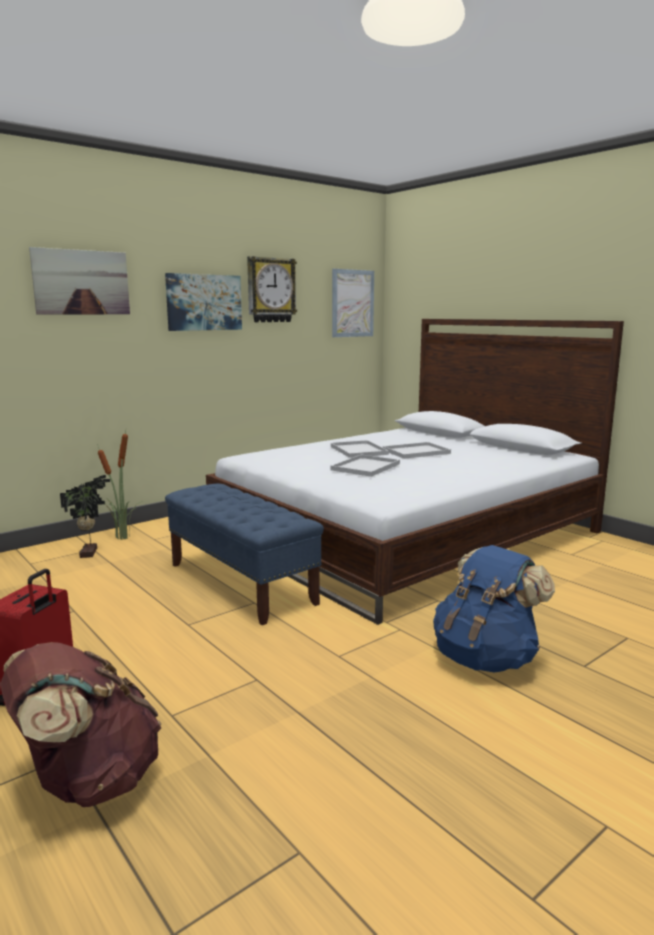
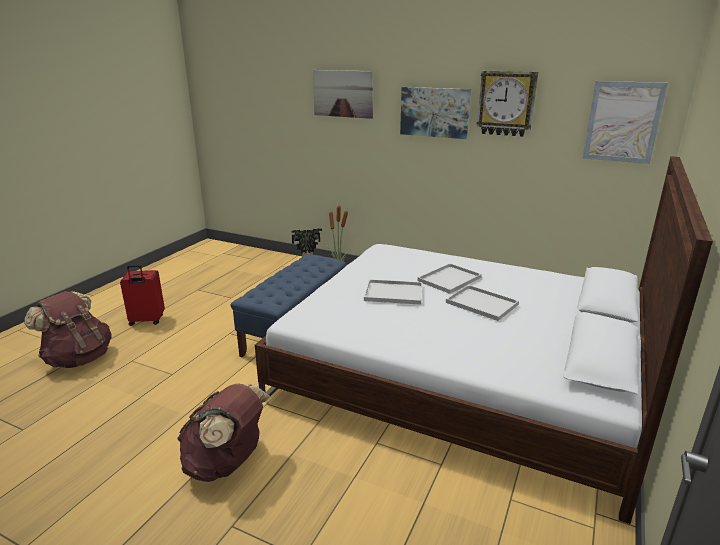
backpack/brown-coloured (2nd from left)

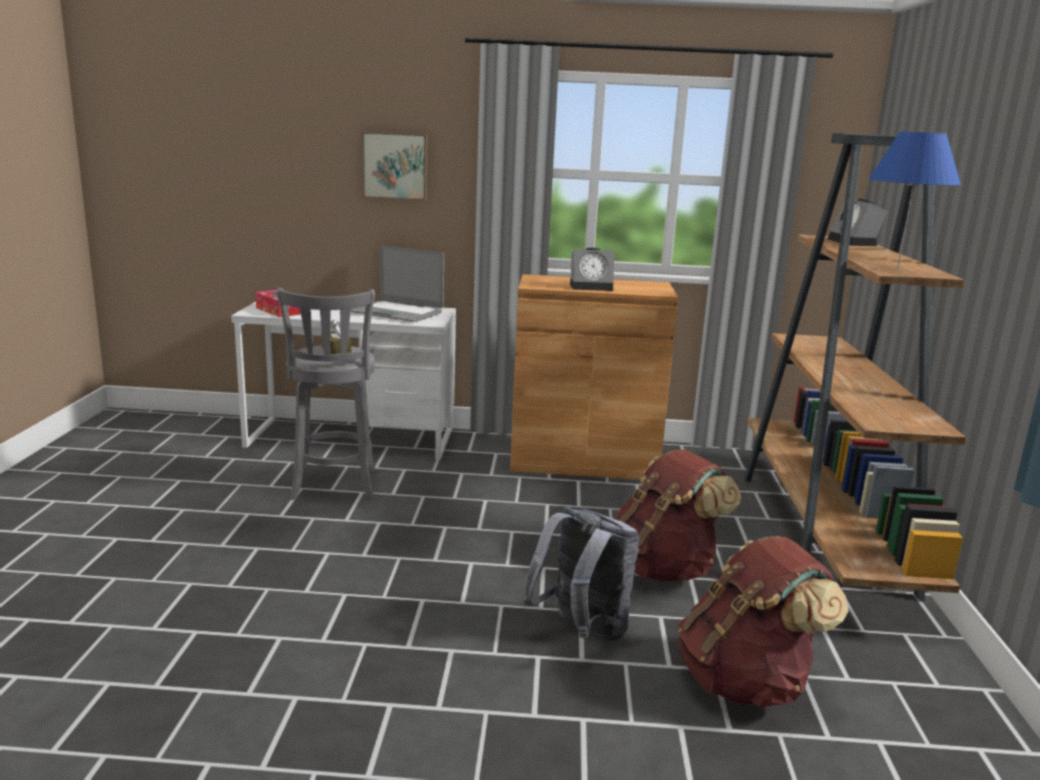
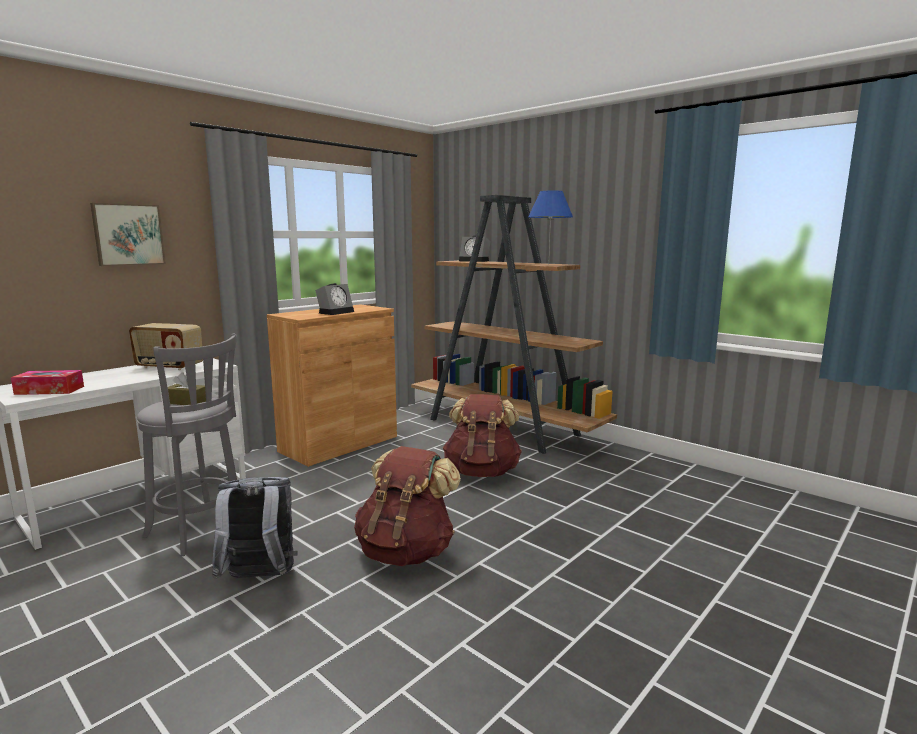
radio receiver; backpack/grey; backpack/brown-coloured (1st from left)

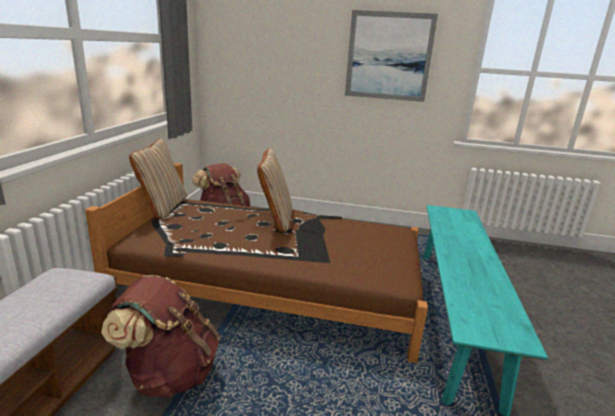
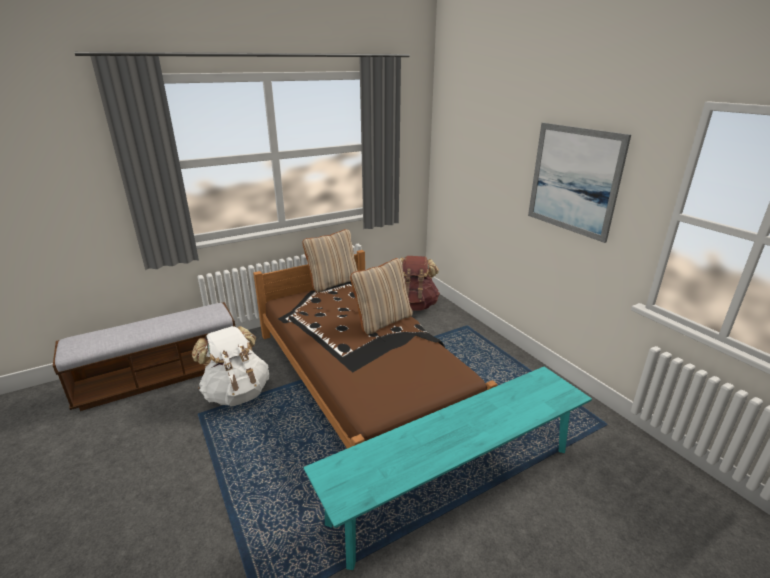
backpack/white

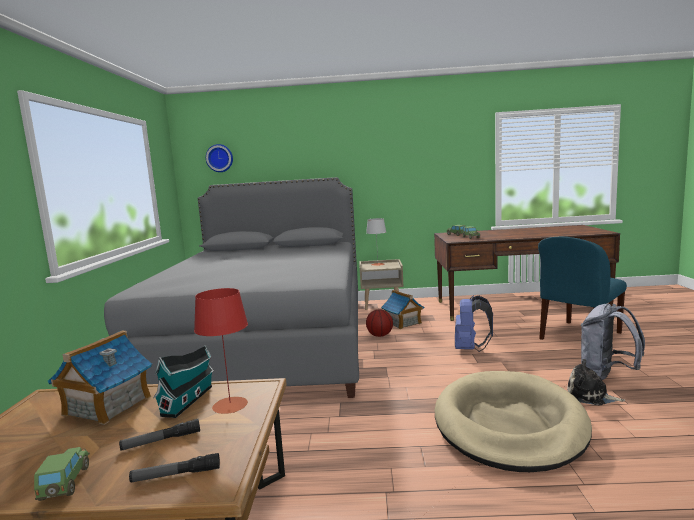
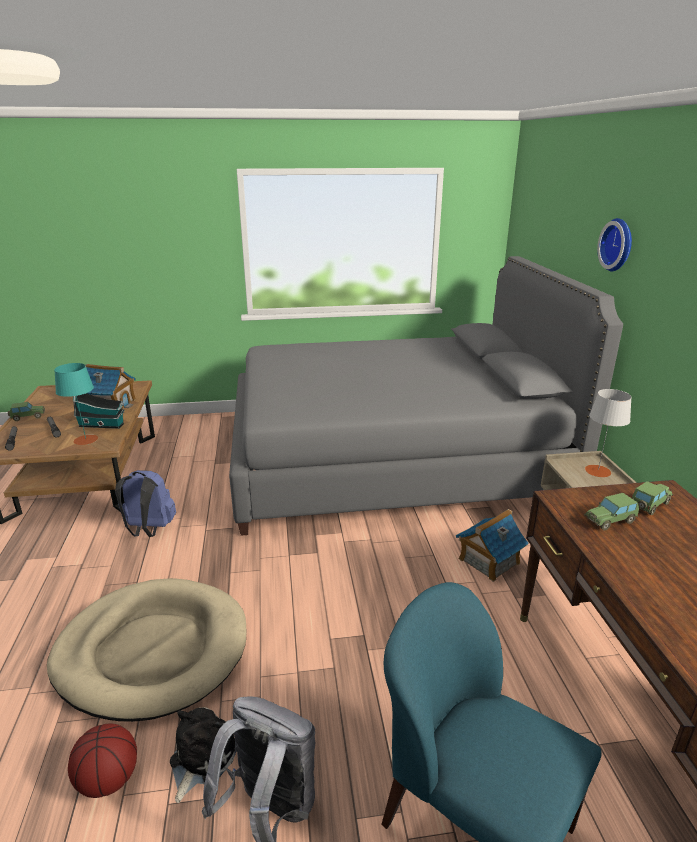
clock on the wall; tabletop lamp/blue-green; backpack/blue-coloured; basketball

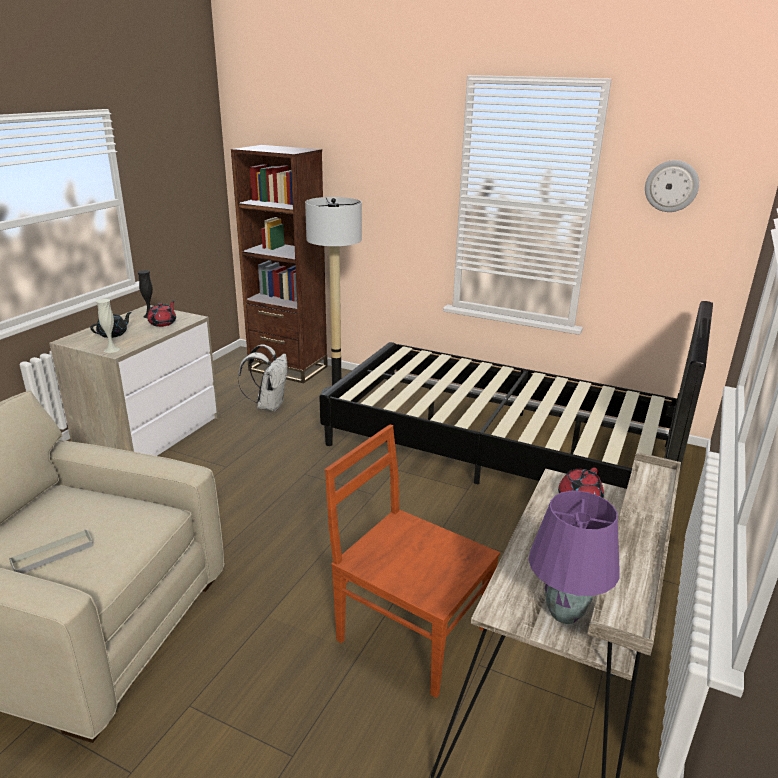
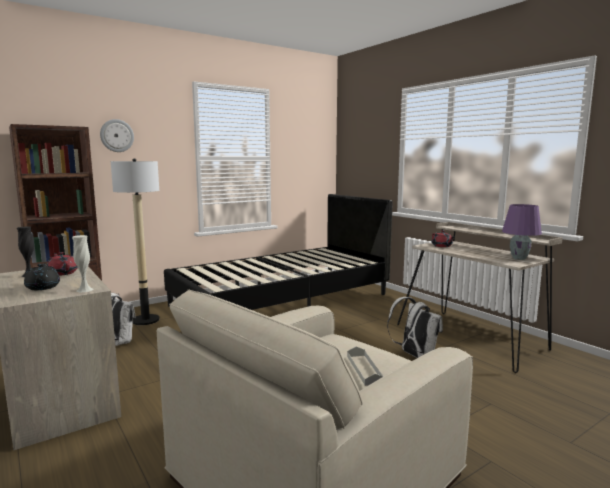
clock on the wall; backpack/white (2nd from left)

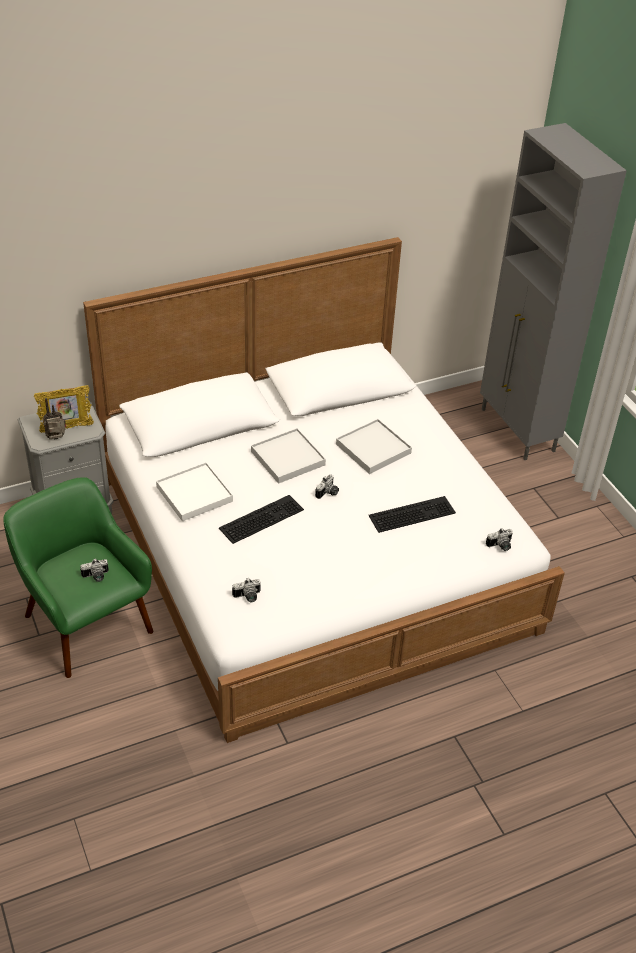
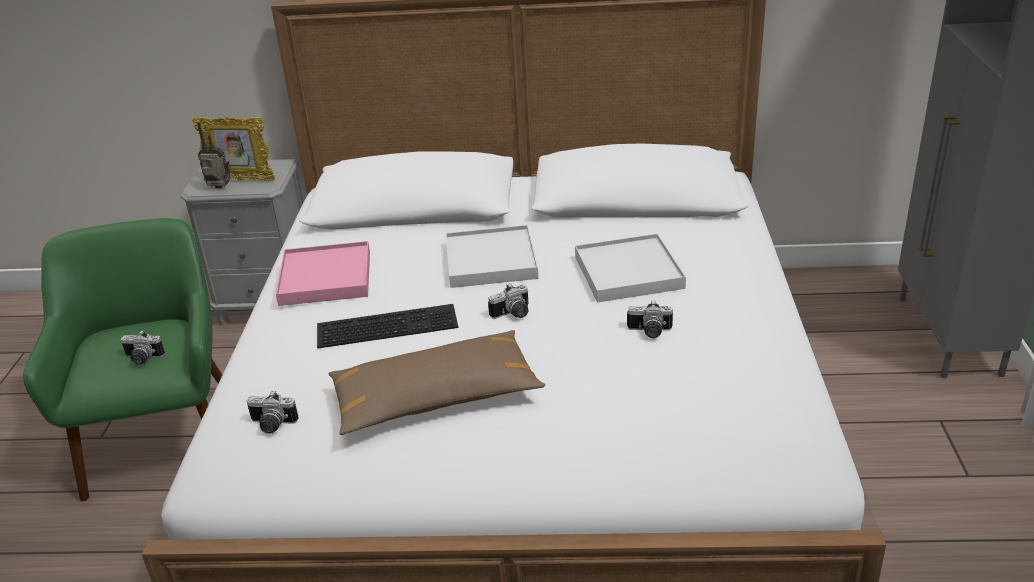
tray/pink; keyboard (2nd from left in the first image); still camera (4th from left); pillow/brown-coloured

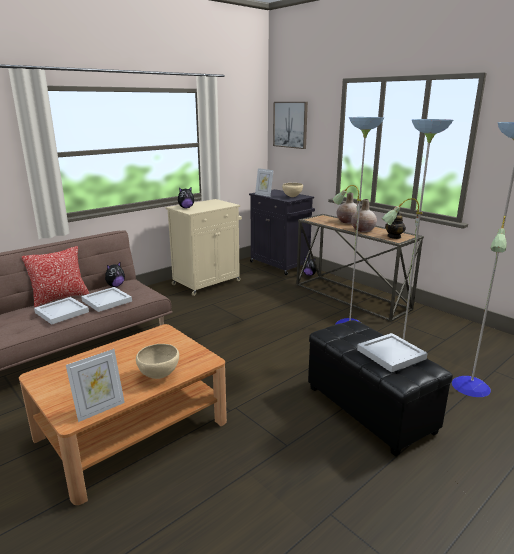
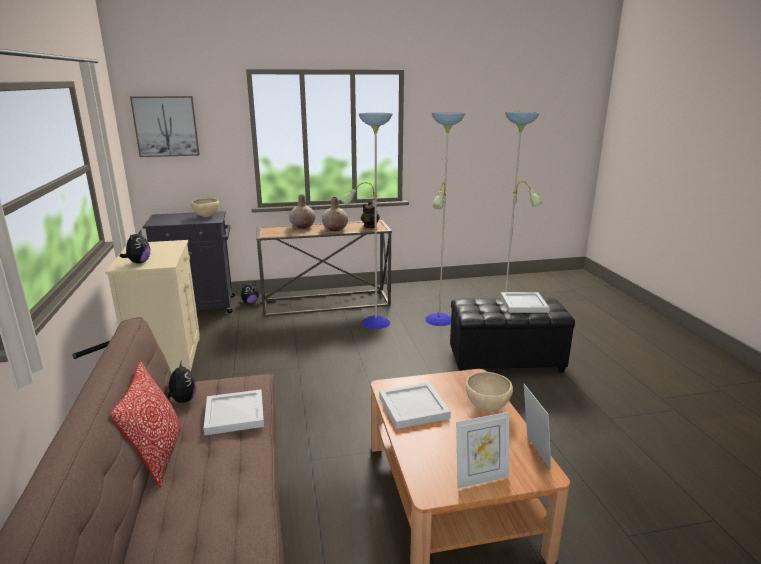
picture frame (1st from left); tray/white (2nd from left)

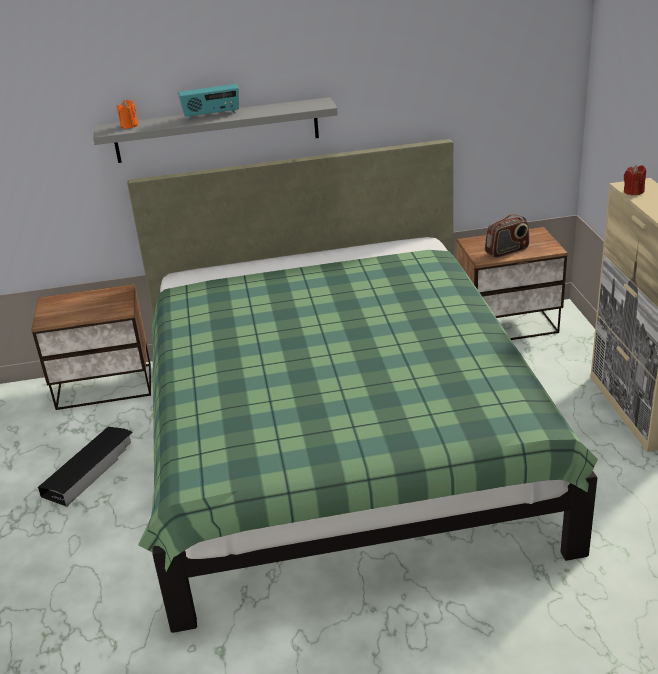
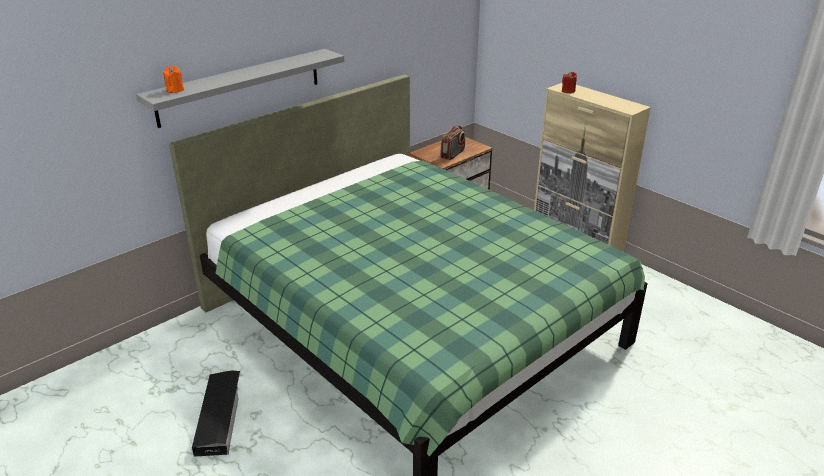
radio receiver (1st from left in the first image); bedside table (1st from left in the first image)

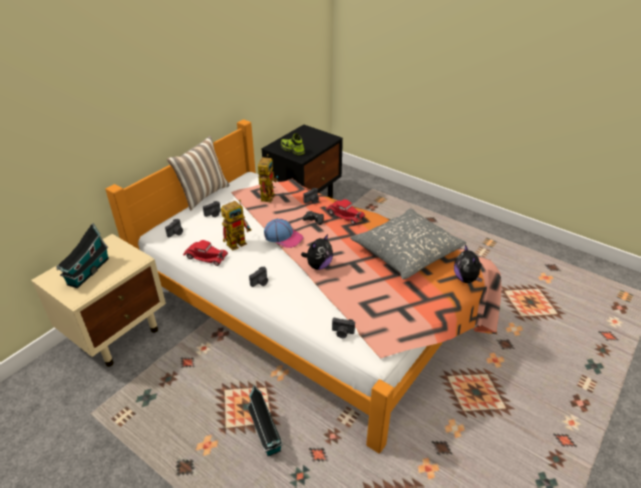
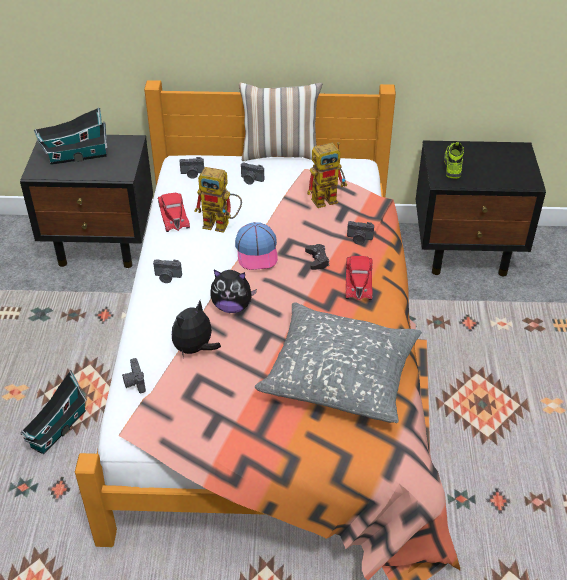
bedside table/blackish (1st from left); plush toy (1st from left)

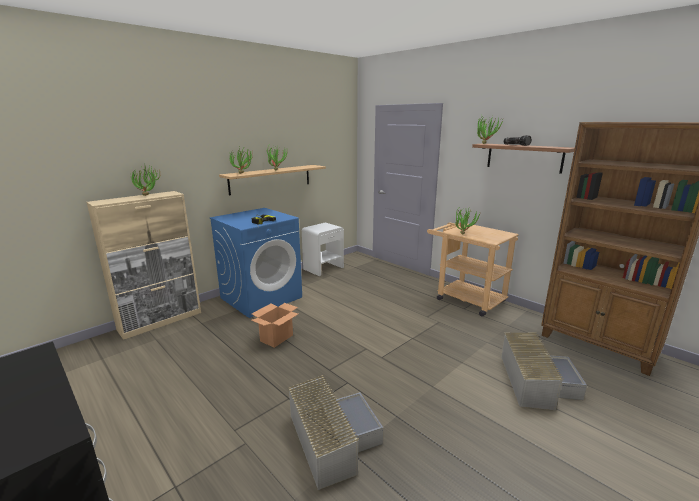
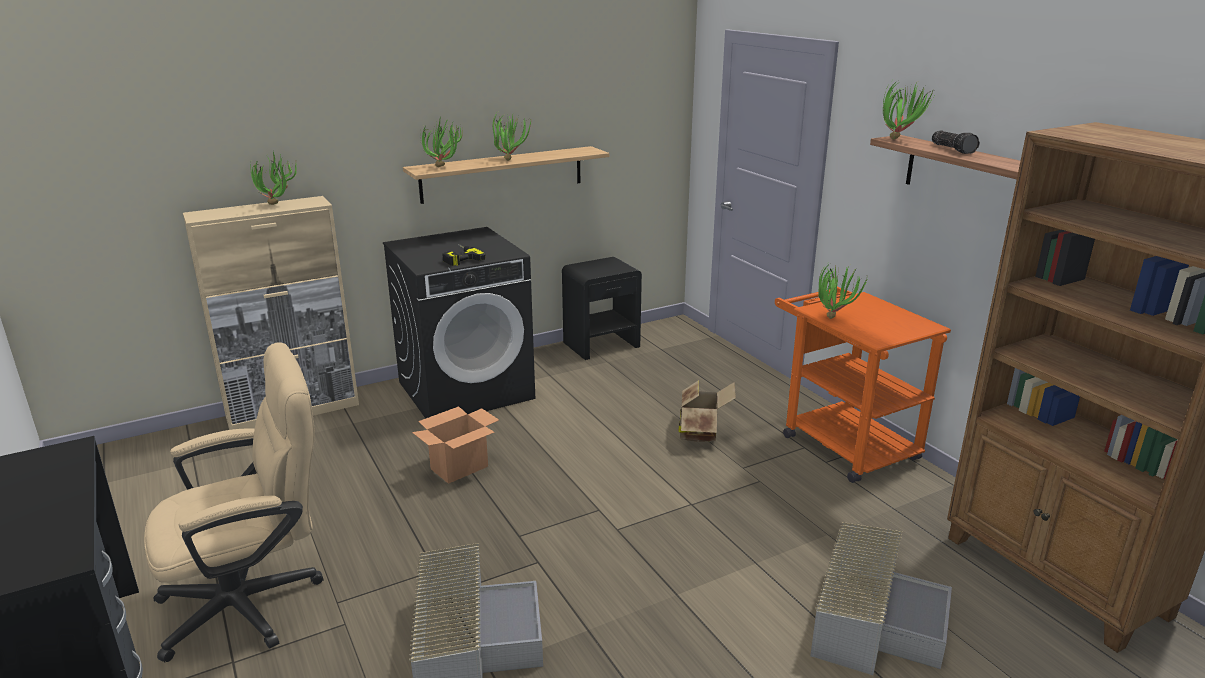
washing machine/blackish; wheeled cart/orange-coloured; bedside table/blackish; computer chair/beige; packing box (2nd from left)

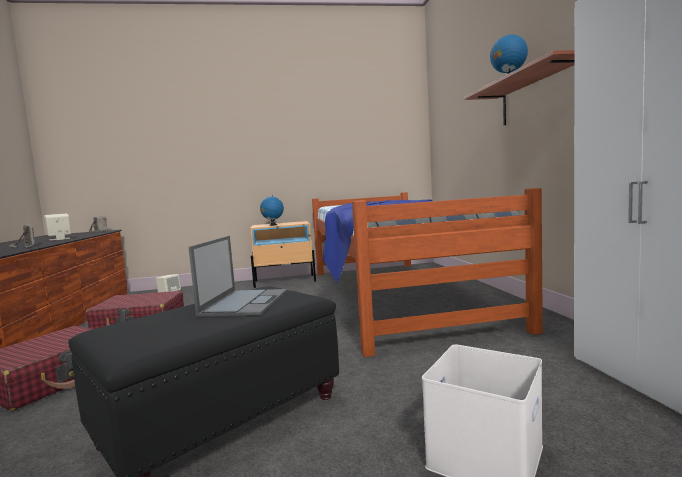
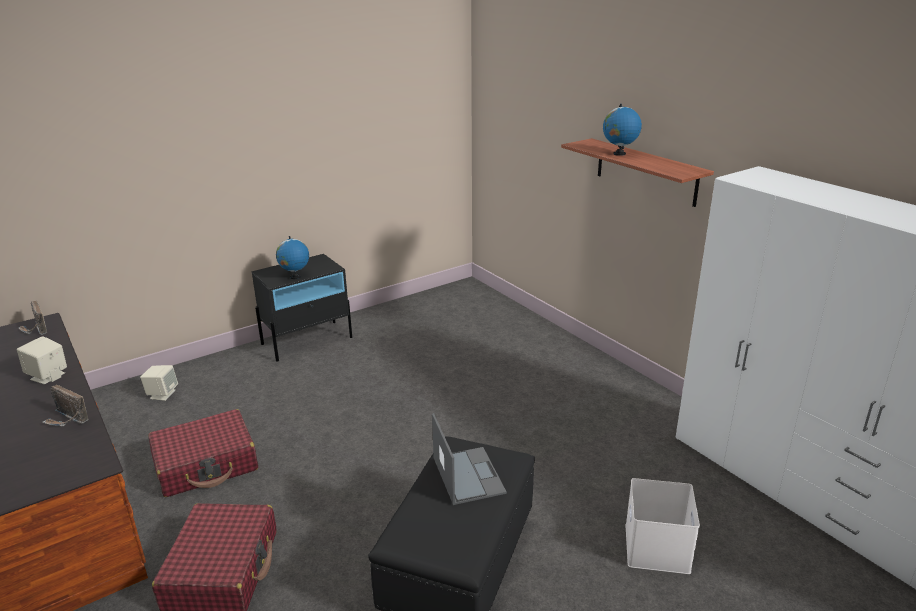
bed; bedside table/blackish

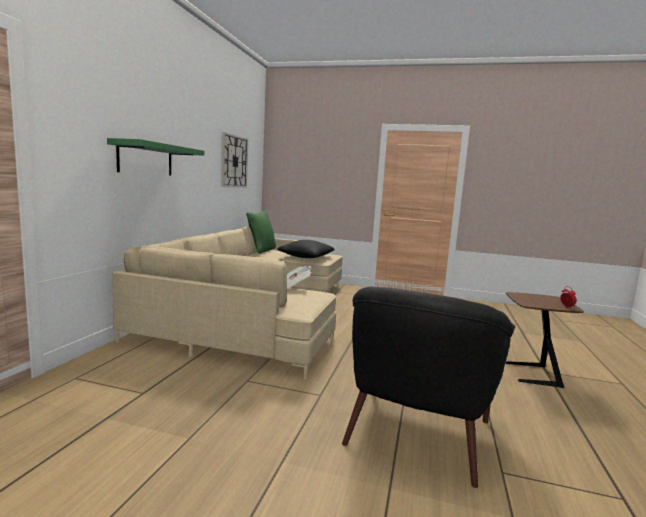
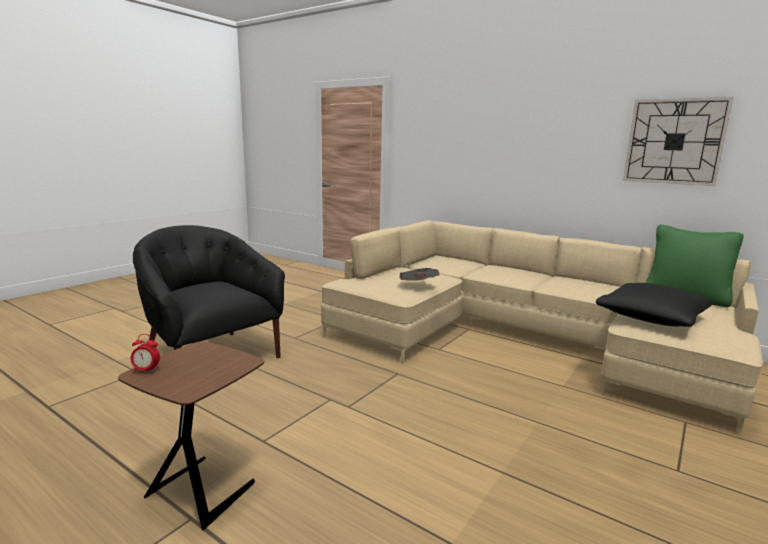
shelf/green

